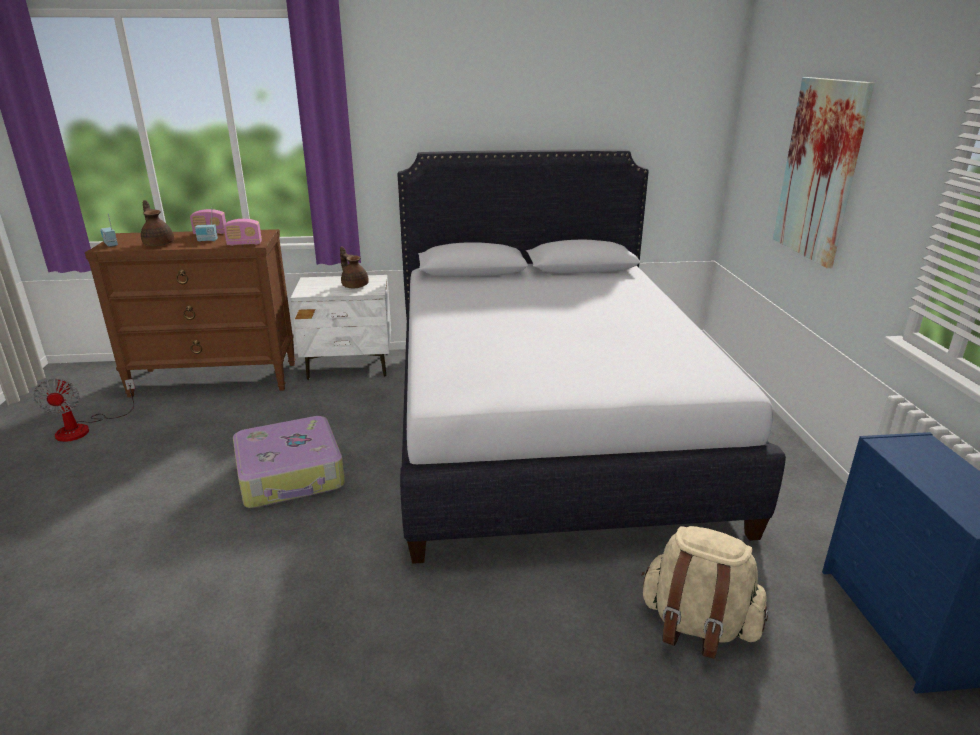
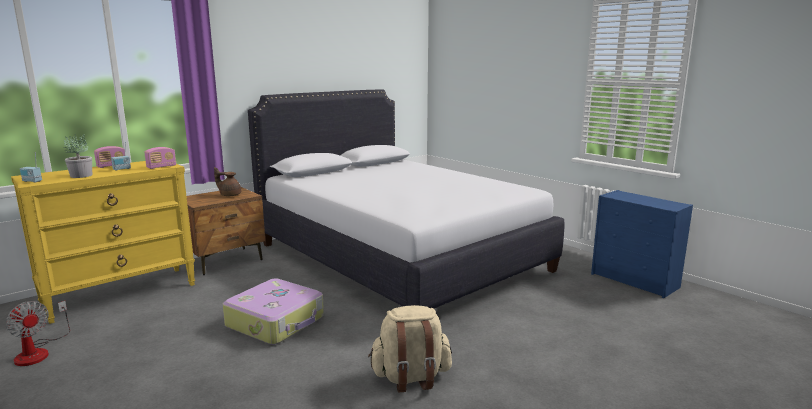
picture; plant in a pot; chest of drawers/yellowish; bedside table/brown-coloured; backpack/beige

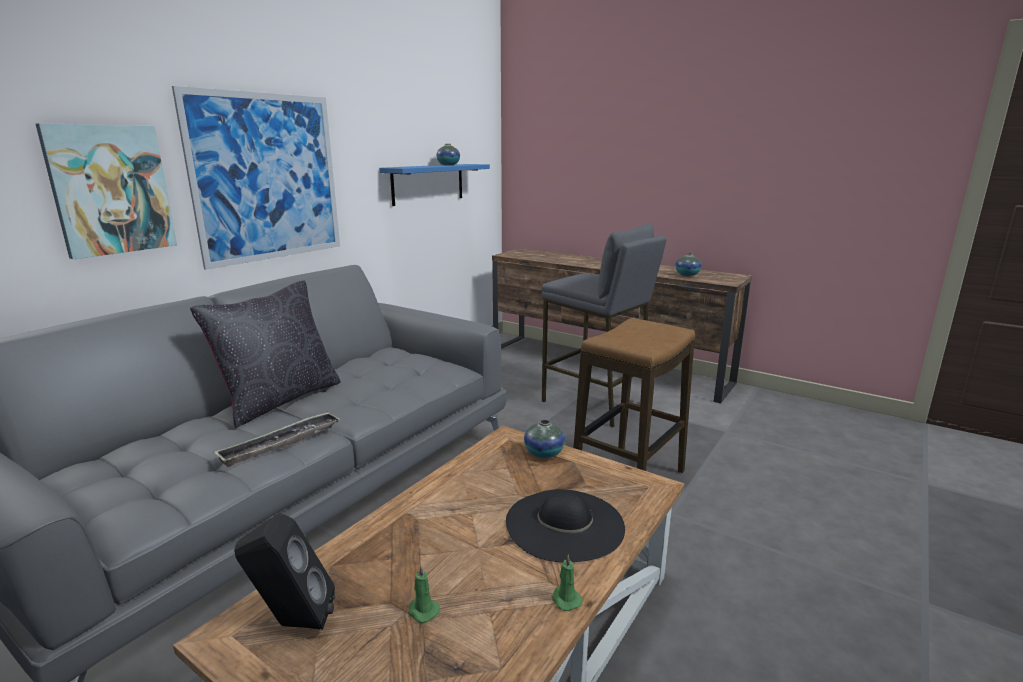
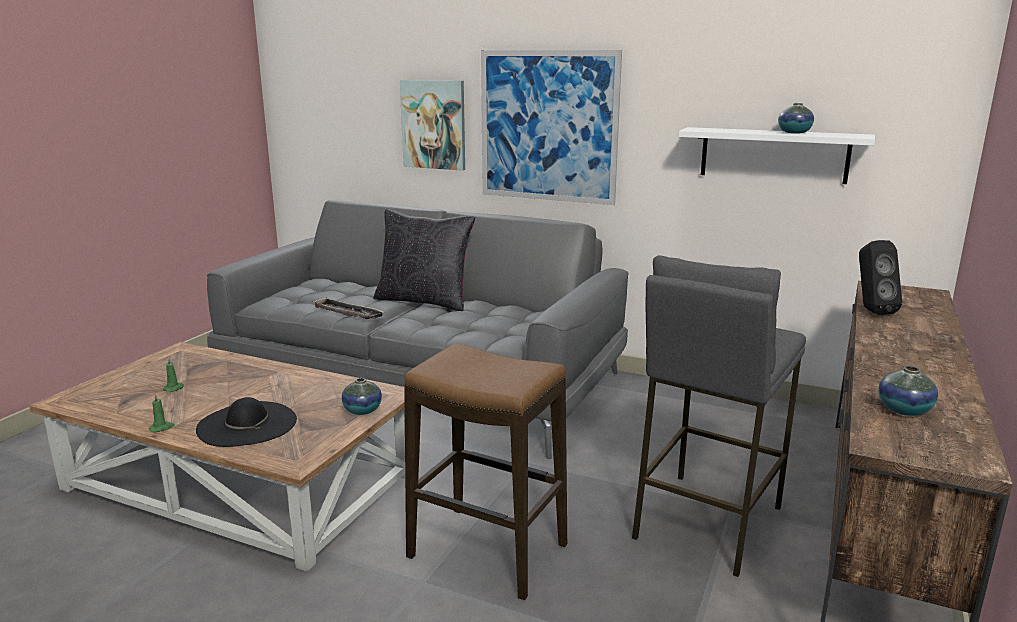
shelf/white; audio speaker/blackish

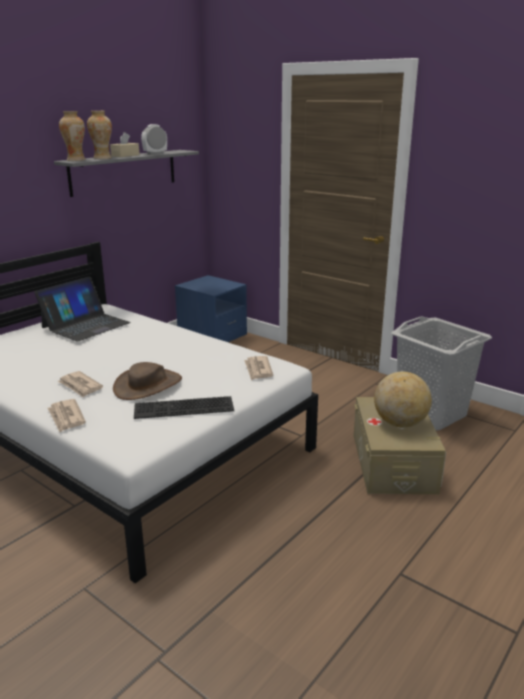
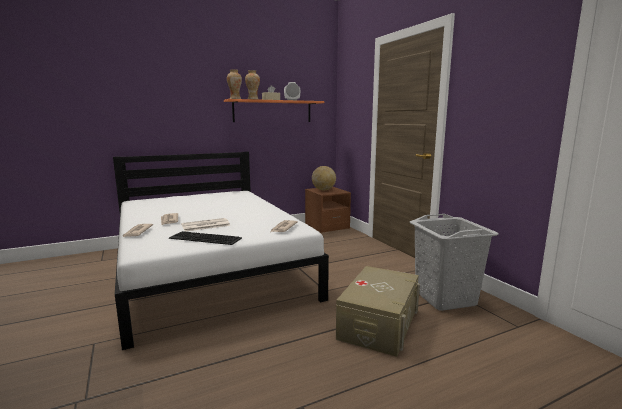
shelf/orange-coloured; bedside table/brown-coloured; notebook computer; daily paper (3rd from left); desk globe

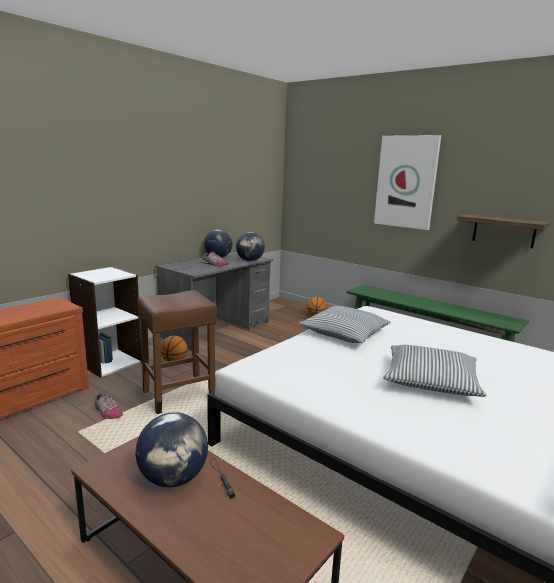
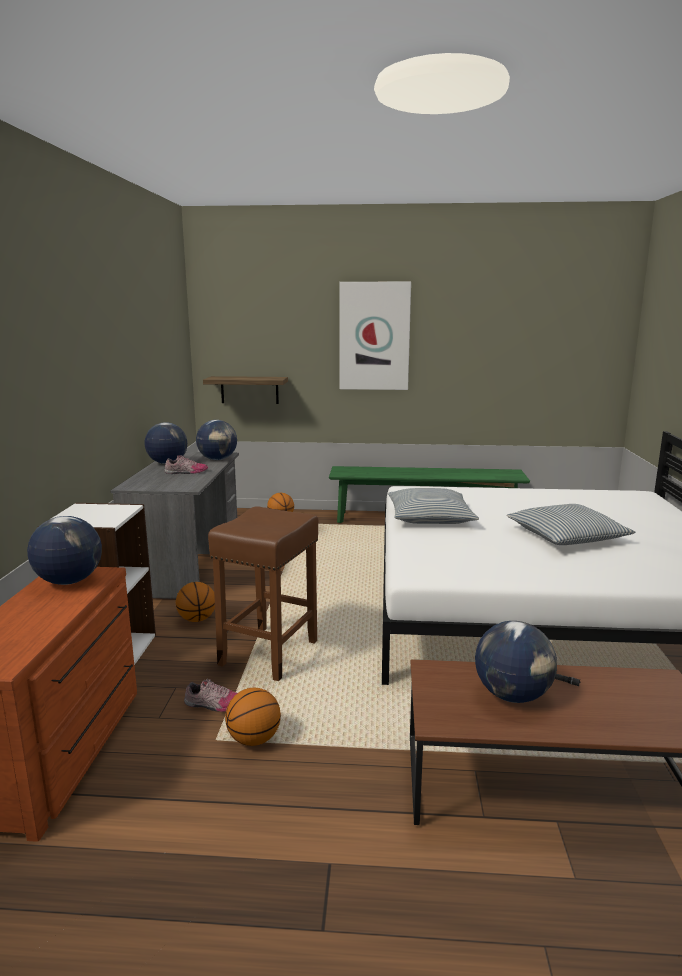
shelf; desk globe (1st from left); basketball (2nd from left)

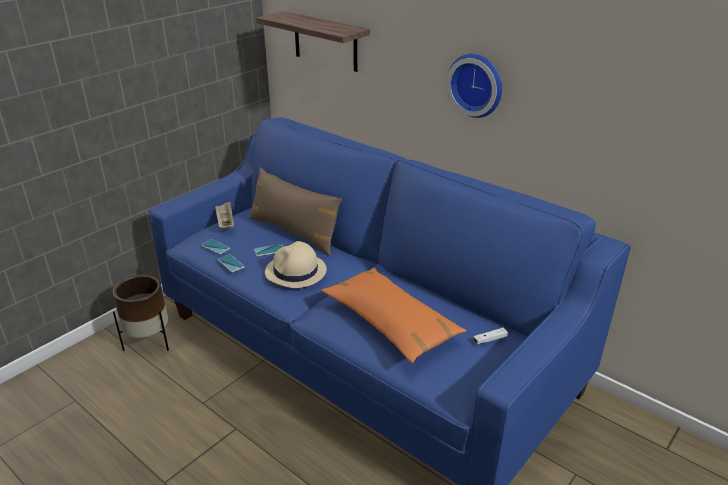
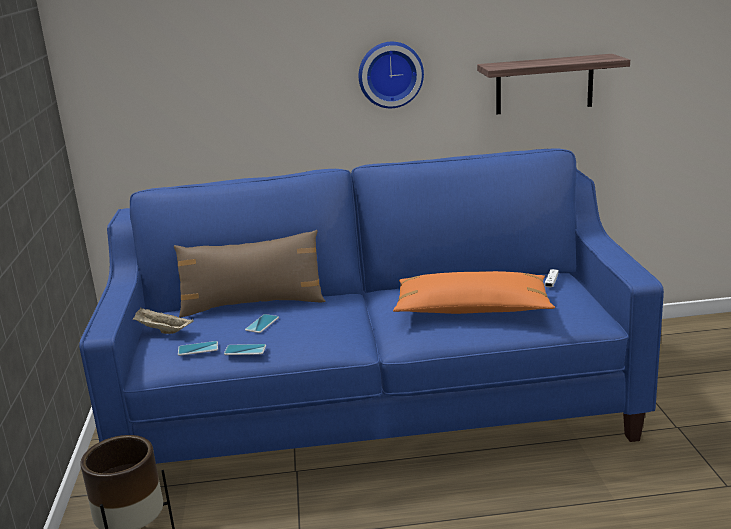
shelf; hat/beige

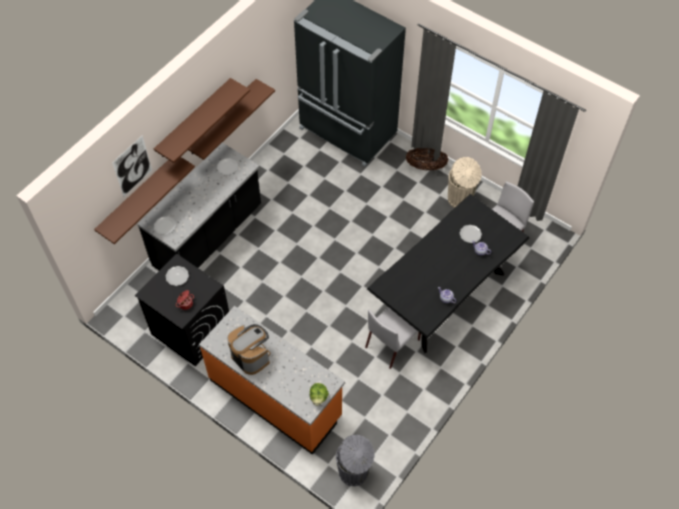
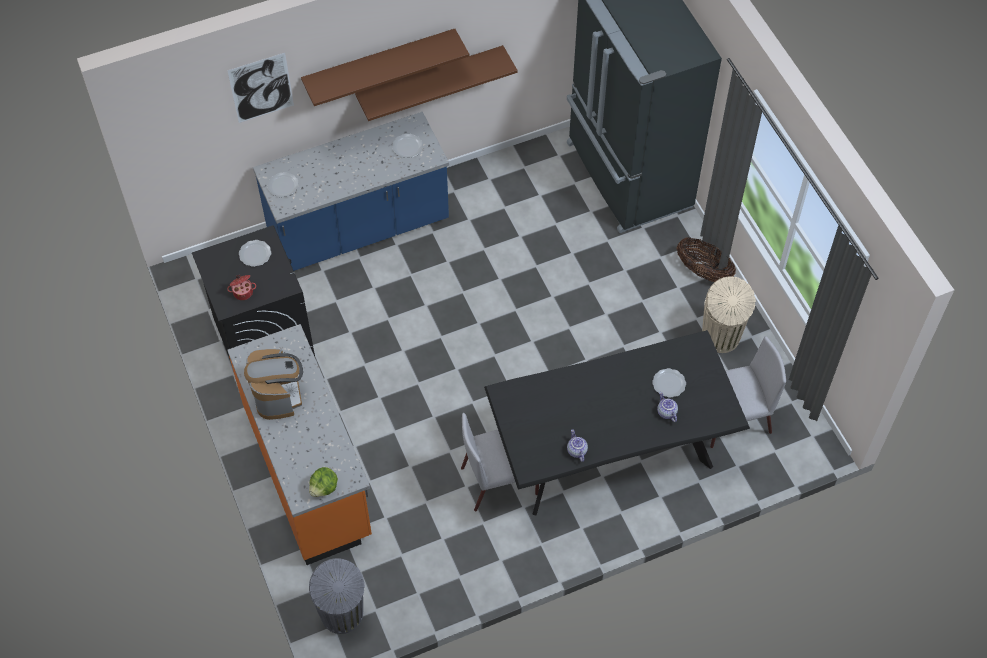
kitchen counter/blue-coloured; shelf/brown-coloured (1st from left in the first image)

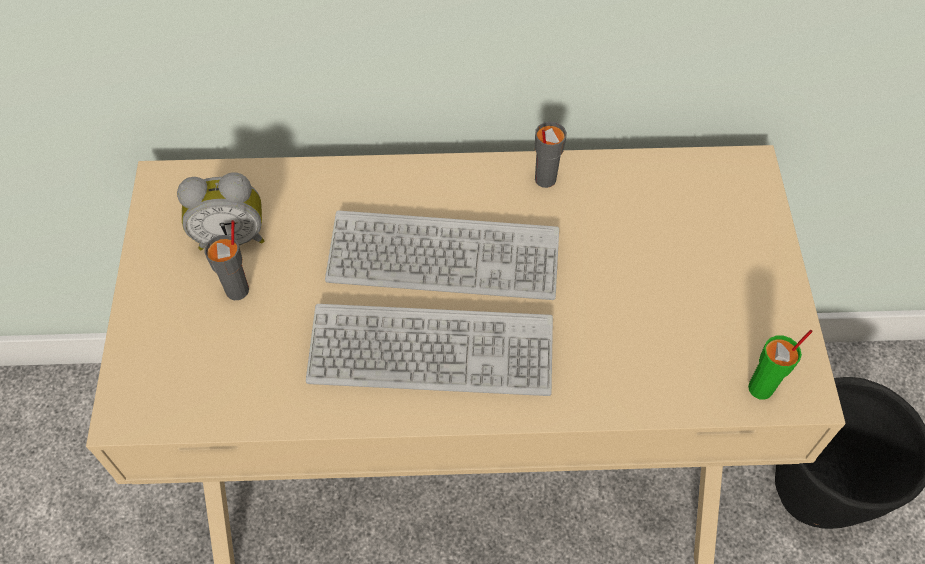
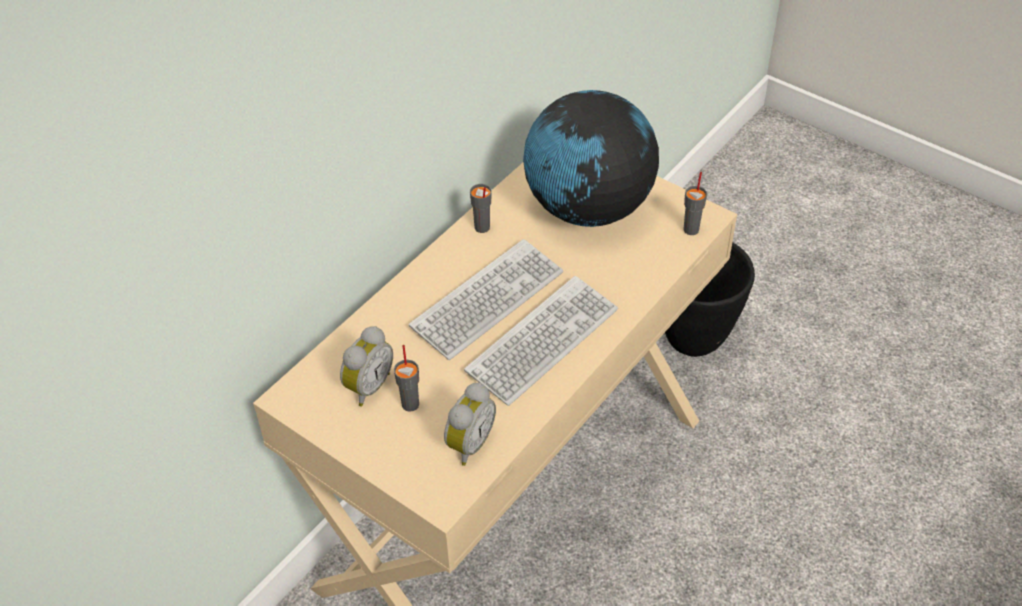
cup/grey (3rd from left); desk globe; bedside clock (2nd from left)

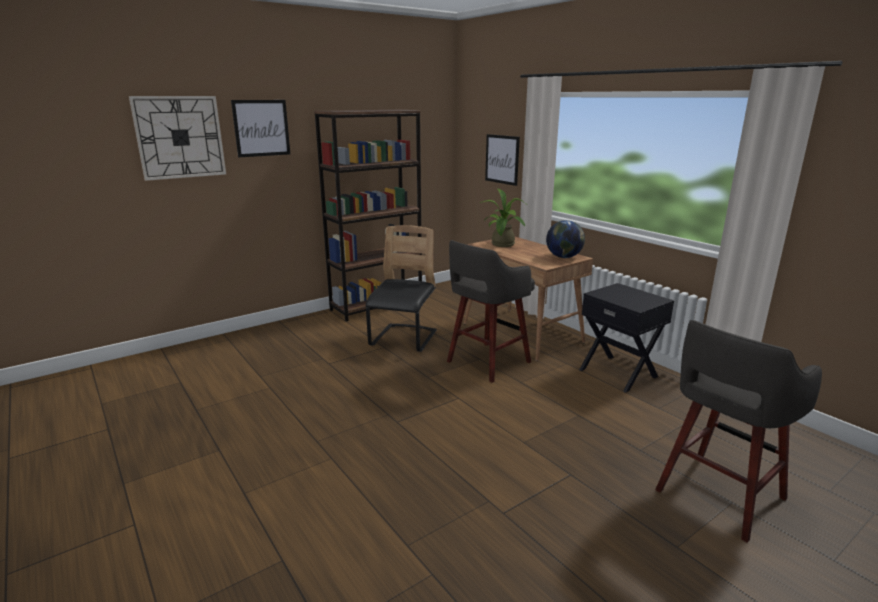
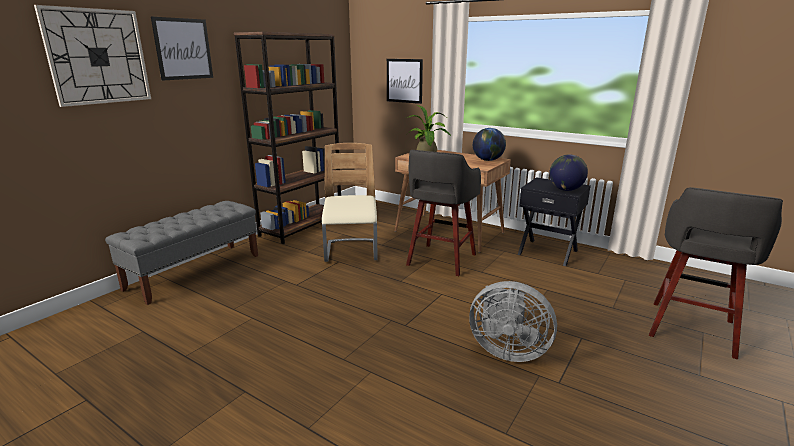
chair/beige; desk globe (2nd from left); bench/grey; cooling fan/grey

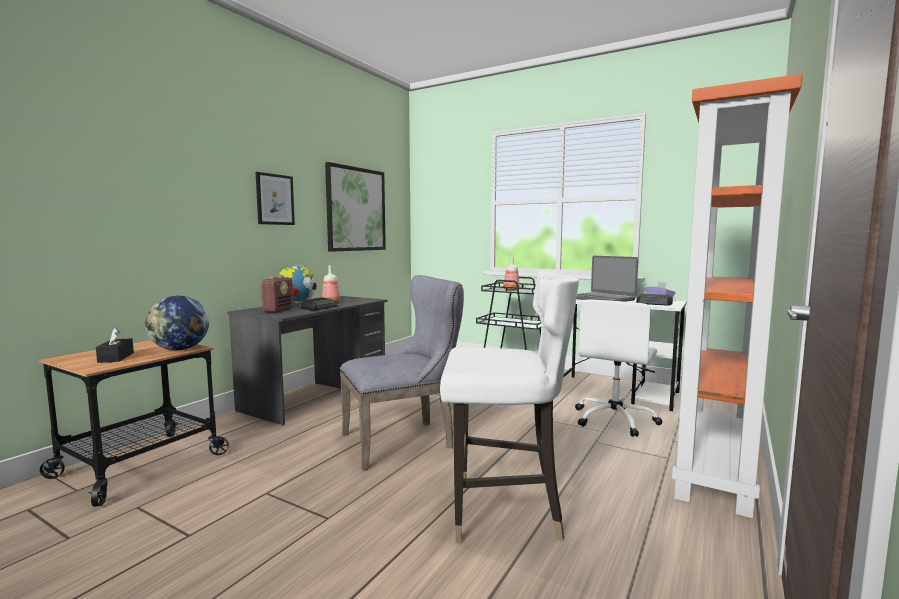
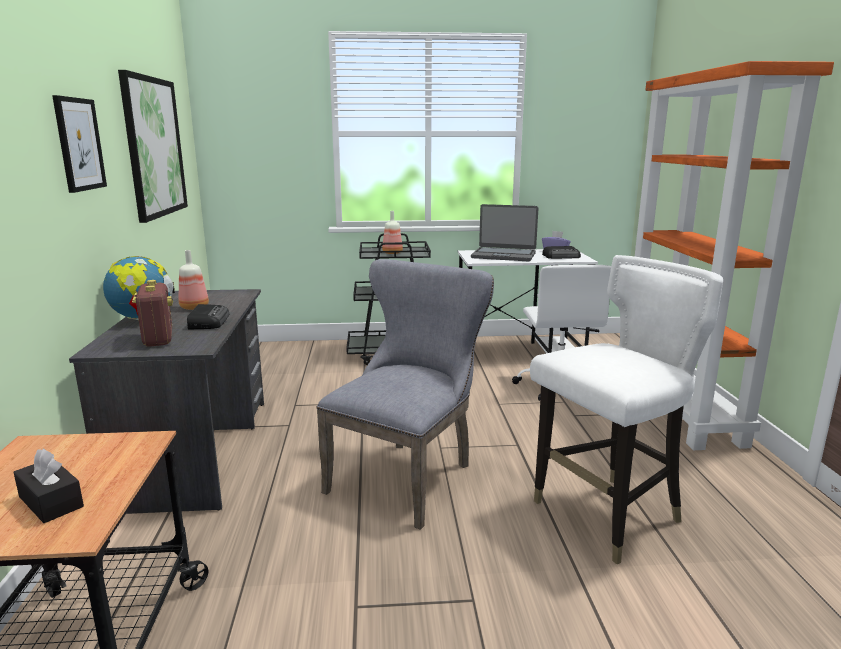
desk globe (1st from left in the first image)

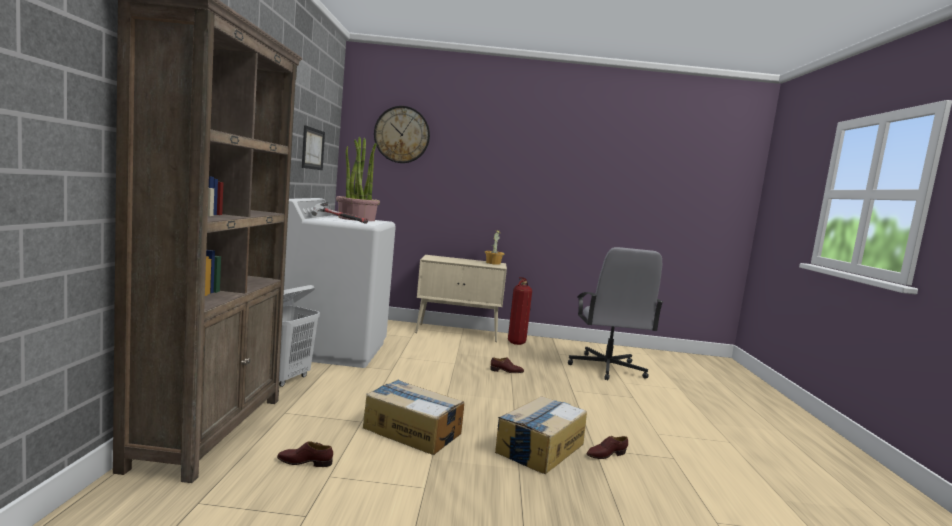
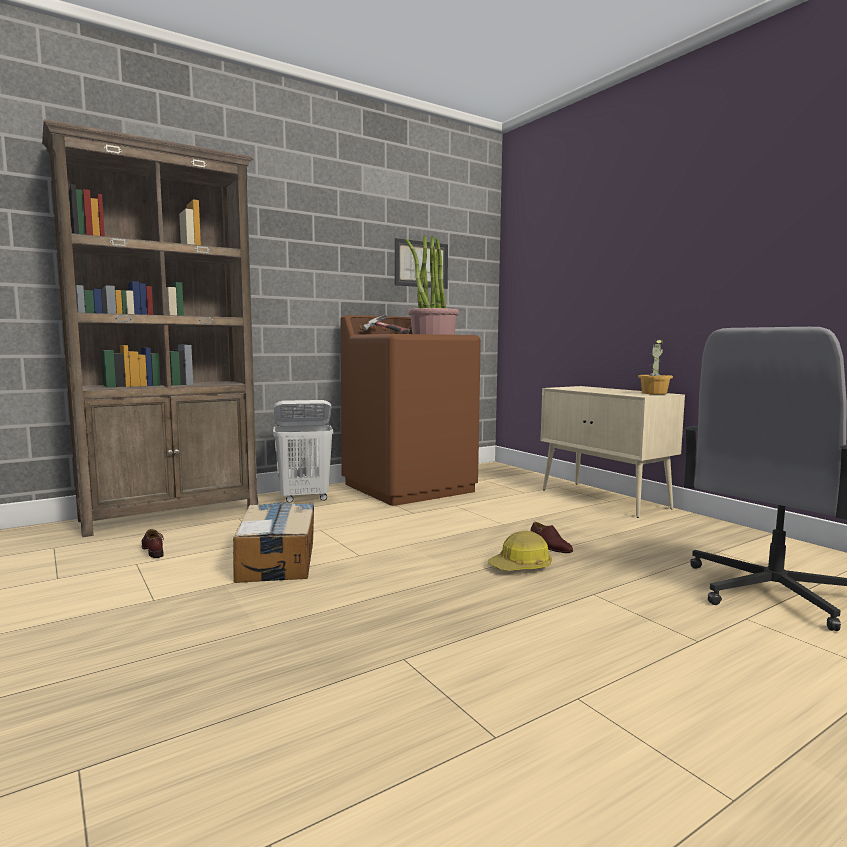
clock on the wall; washing machine/brown-coloured; fire extinguisher; packing box (2nd from left in the first image); low shoe/brown-coloured (3rd from left in the first image); hard hat

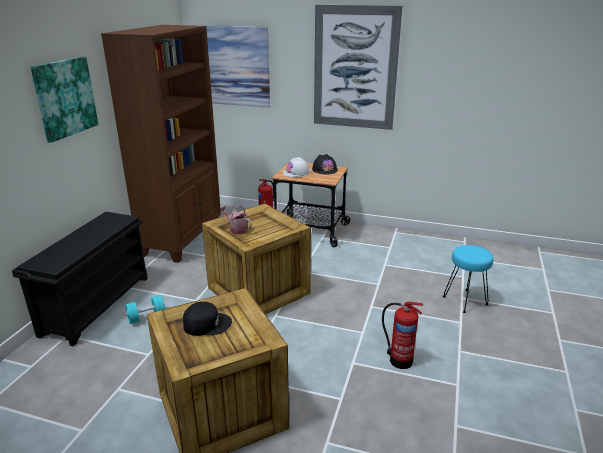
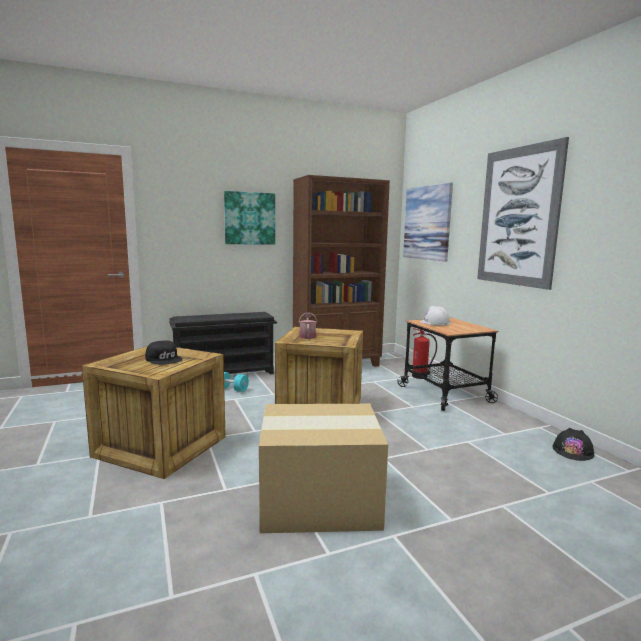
hard hat/blackish; sitting stool/blue-green; packing box

